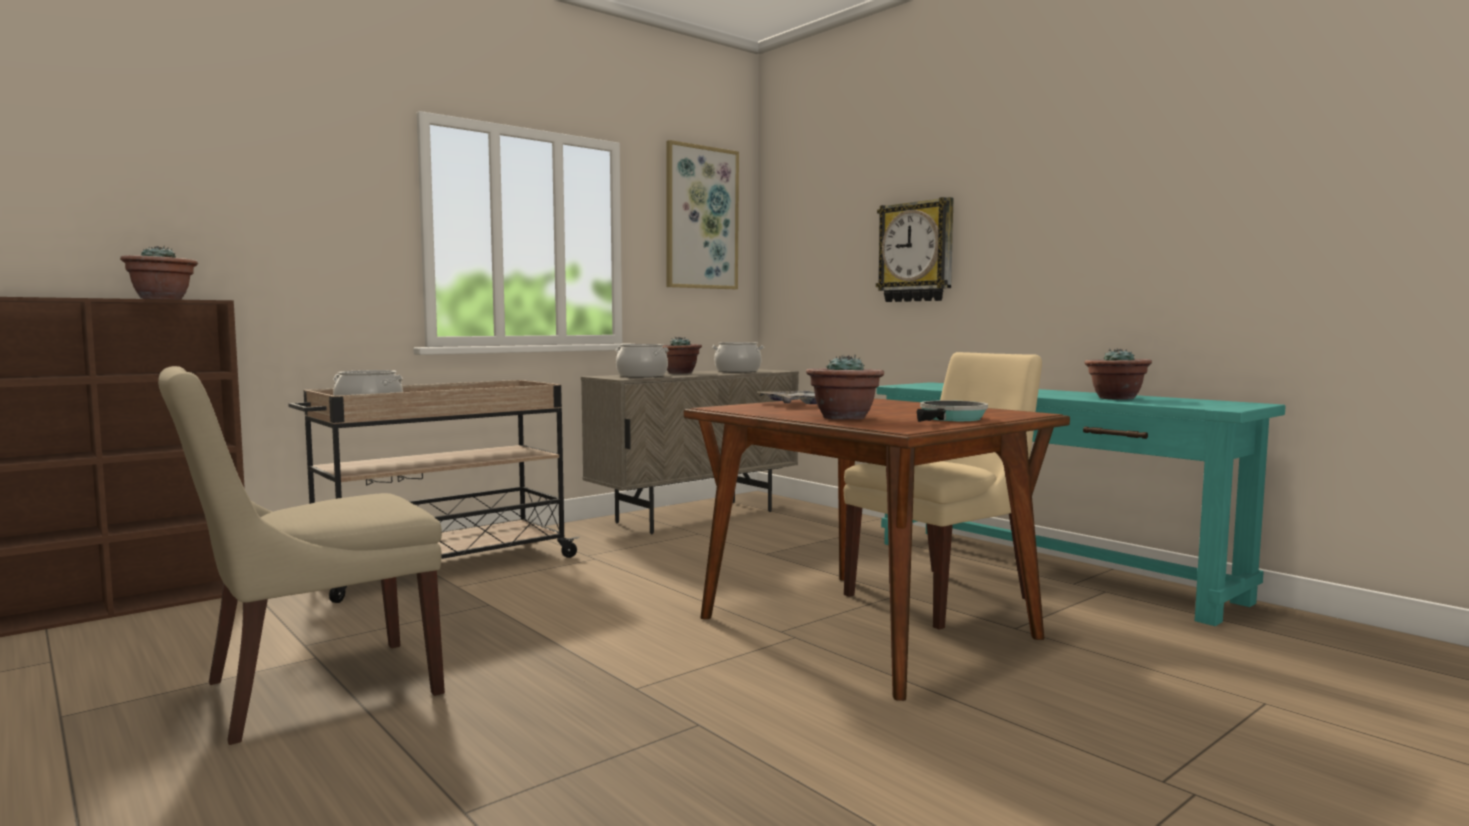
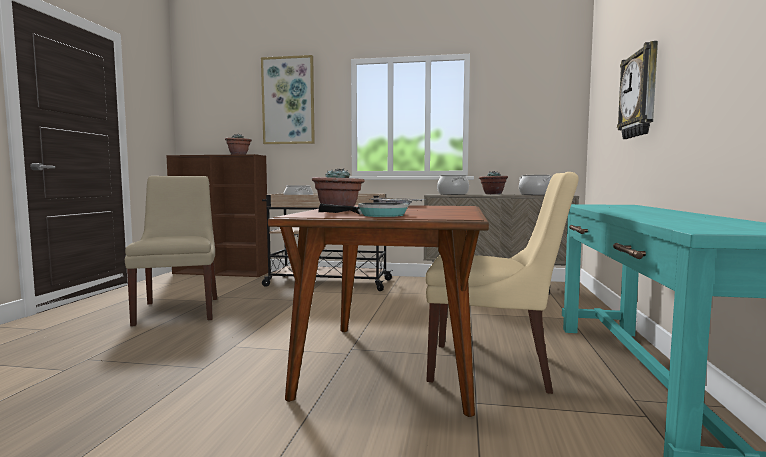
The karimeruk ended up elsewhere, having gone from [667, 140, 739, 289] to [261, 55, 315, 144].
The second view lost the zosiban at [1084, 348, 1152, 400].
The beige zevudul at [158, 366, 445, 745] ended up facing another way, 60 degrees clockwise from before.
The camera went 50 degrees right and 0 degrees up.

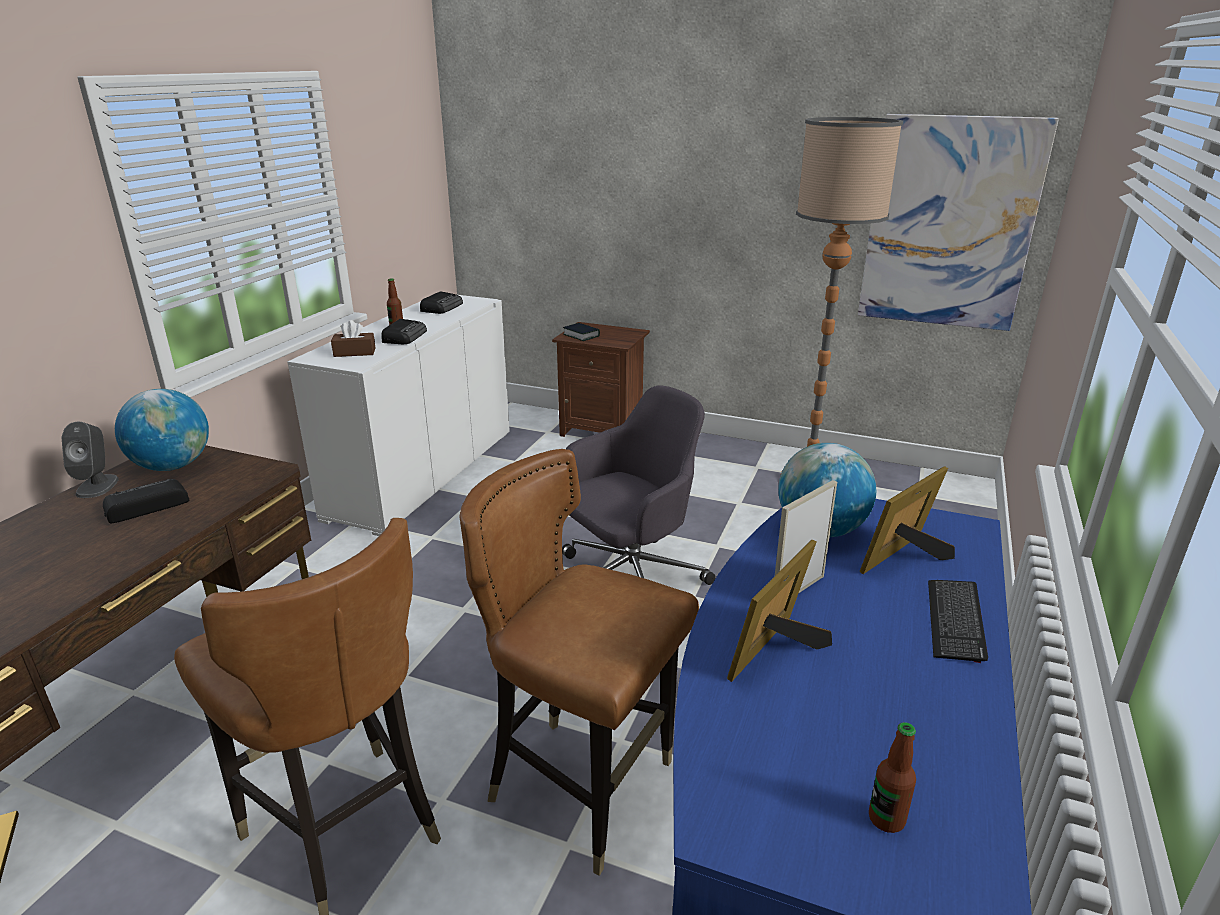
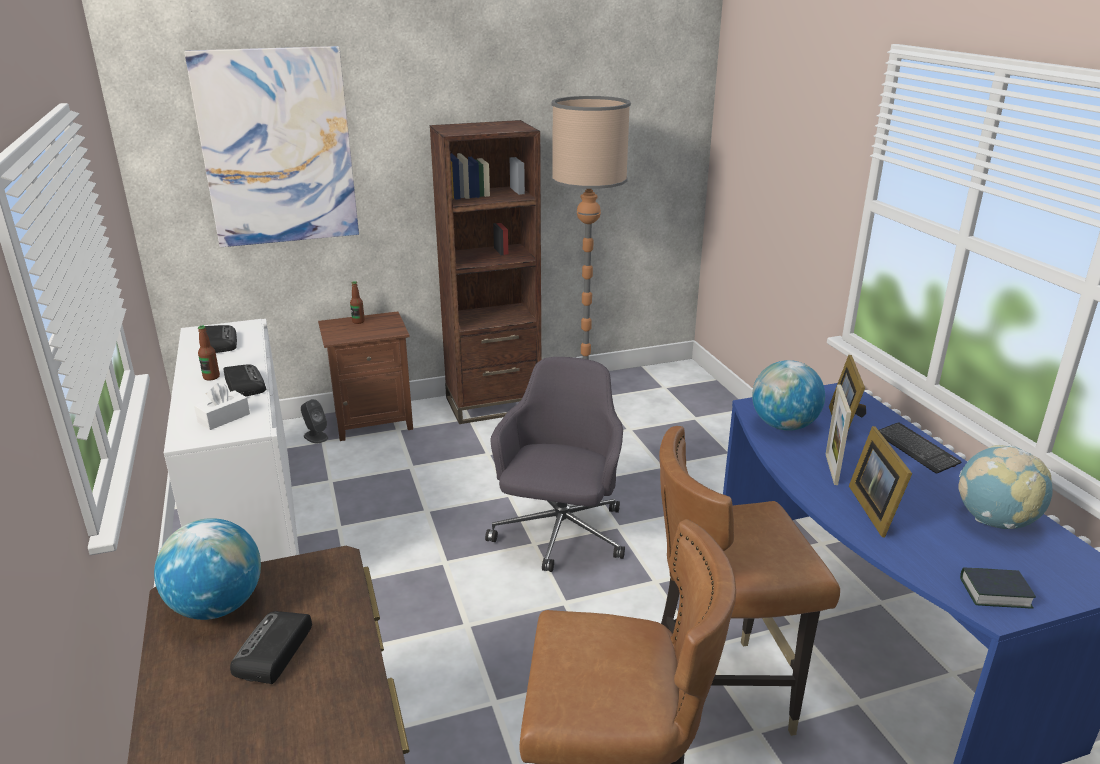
The karimeruk ended up elsewhere, having gone from [858, 114, 1059, 331] to [184, 46, 359, 247].
What was the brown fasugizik at [331, 320, 375, 357] turned into the white fasugizik at [194, 383, 250, 430].
The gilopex ended up elsewhere, having gone from [563, 323, 600, 341] to [960, 567, 1036, 609].
The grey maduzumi ended up elsewhere, having gone from [61, 422, 119, 498] to [301, 399, 328, 443].
The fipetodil ended up elsewhere, having gone from [869, 722, 916, 833] to [350, 281, 365, 324].
The second view gained the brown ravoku at [430, 120, 541, 424].
The second view gained the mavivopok at [958, 445, 1053, 529].
The camera went 40 degrees left and 0 degrees up.

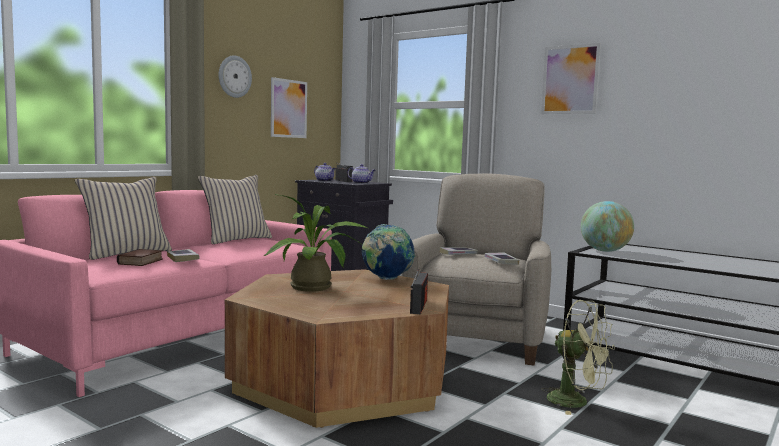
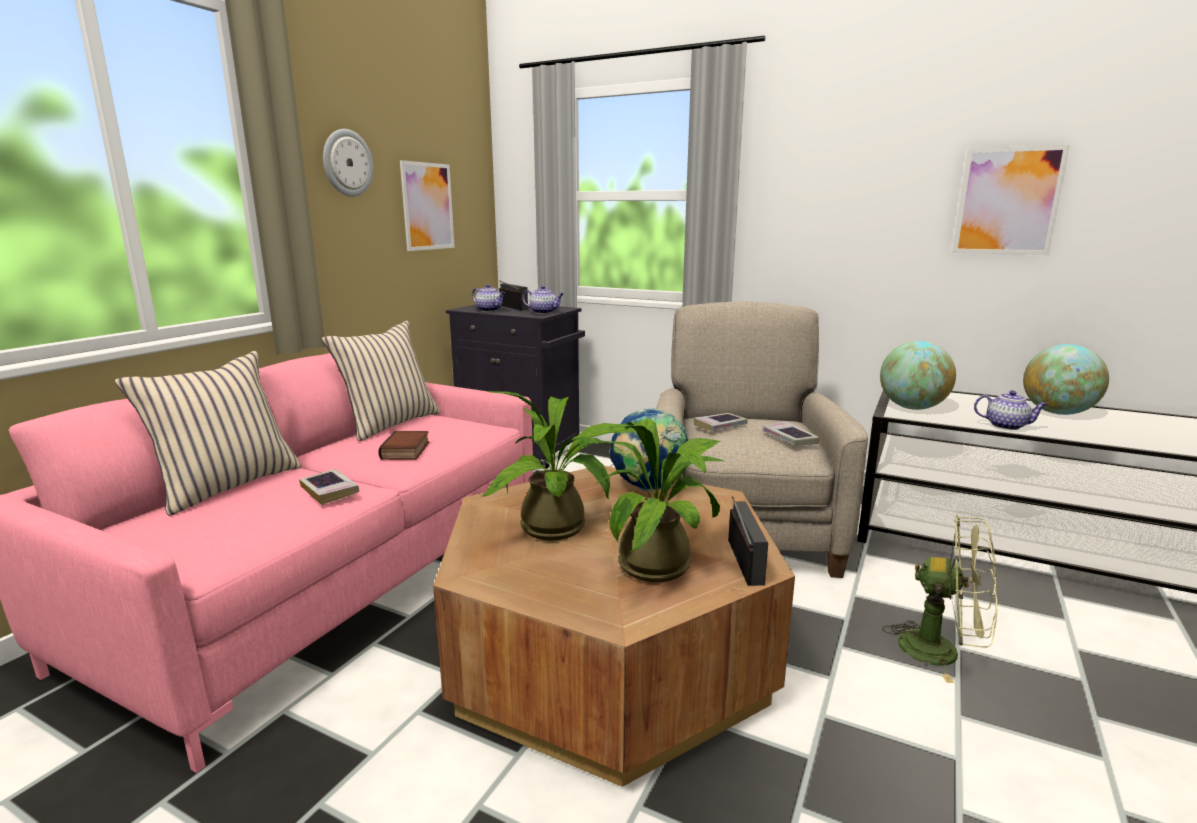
The karimeruk ended up elsewhere, having gone from [541, 43, 601, 114] to [952, 145, 1070, 255].
The gilopex ended up elsewhere, having gone from [117, 249, 163, 266] to [378, 431, 429, 460].
The second view gained the mavivopok at [1023, 344, 1109, 415].
The second view gained the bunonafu at [974, 390, 1048, 430].
The second view gained the zosiban at [595, 418, 726, 582].
The camera went 10 degrees left and 10 degrees up.

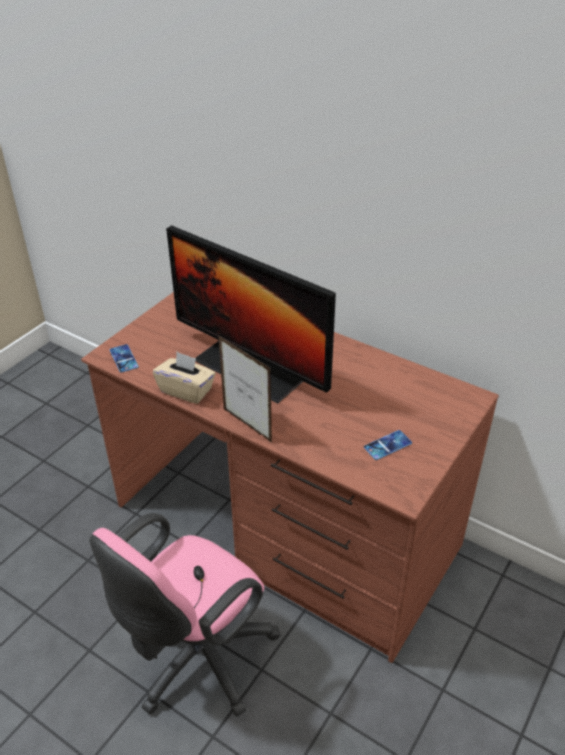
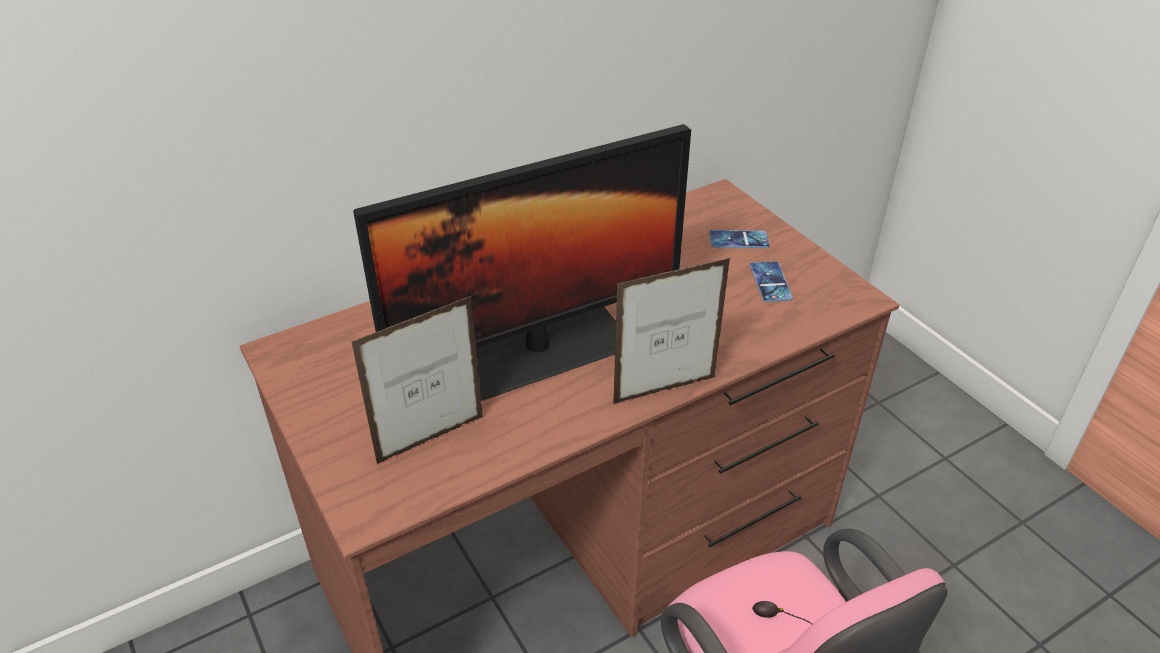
The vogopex ended up elsewhere, having gone from [109, 344, 139, 373] to [709, 230, 770, 248].
The second view lost the beige fasugizik at [153, 352, 216, 404].
The second view gained the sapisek at [352, 295, 483, 464].
The camera went 65 degrees left and 0 degrees up.

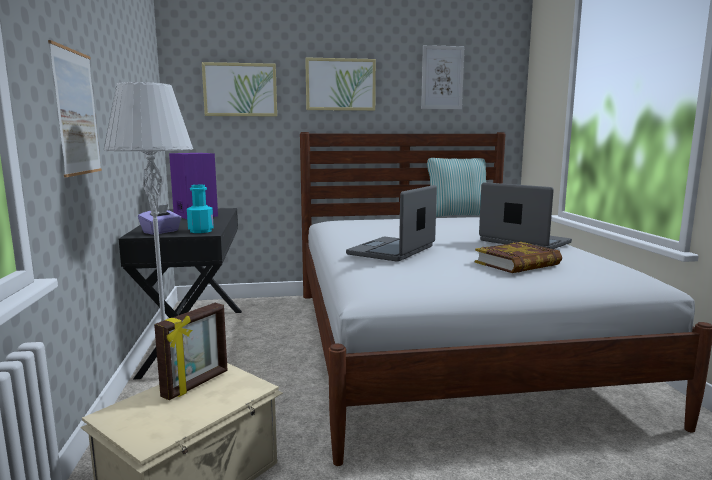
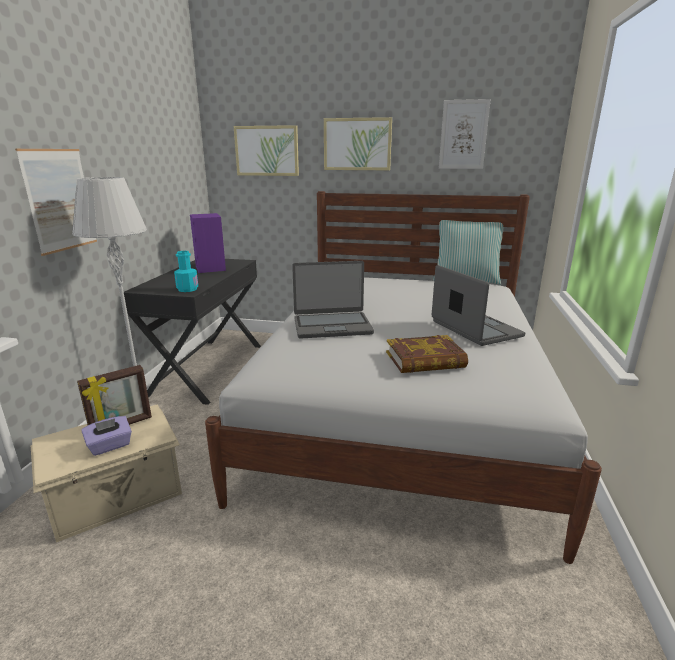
The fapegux at [346, 185, 437, 262] ended up facing another way, 150 degrees counterclockwise from before.
The purple fasugizik ended up elsewhere, having gone from [138, 204, 181, 235] to [81, 416, 132, 456].
The camera went 20 degrees right and 10 degrees up.

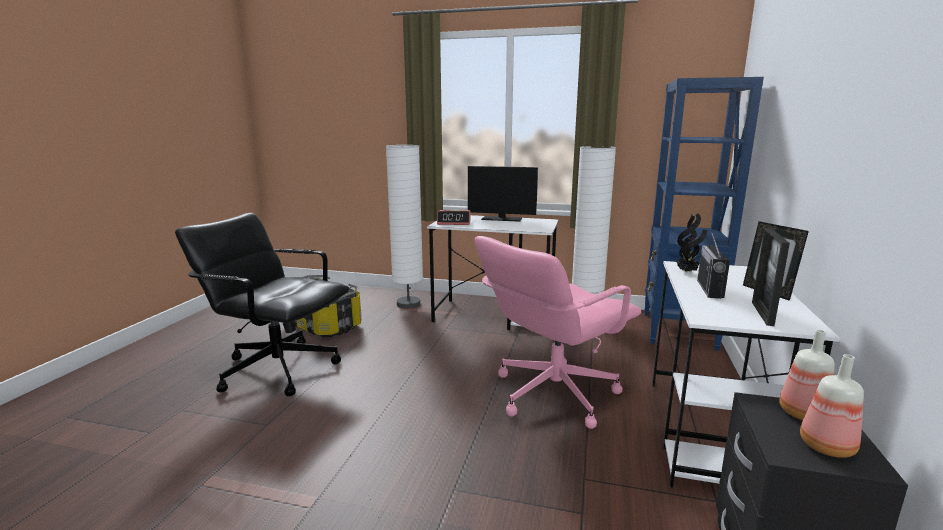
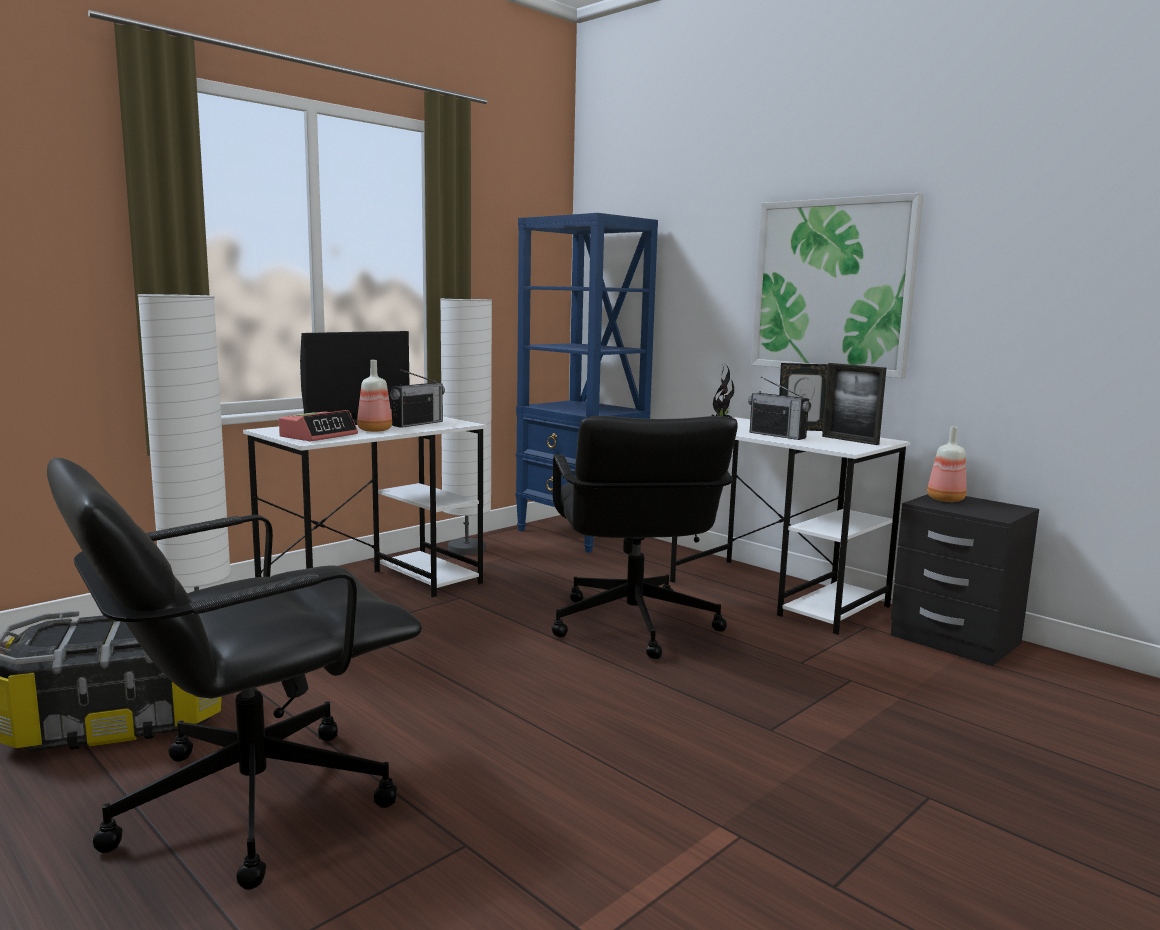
What was the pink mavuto at [475, 236, 641, 429] turned into the black mavuto at [552, 416, 738, 659].
The fipetodil ended up elsewhere, having gone from [800, 354, 864, 458] to [357, 360, 392, 432].
The second view gained the karimeruk at [751, 193, 924, 378].
The second view gained the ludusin at [390, 369, 445, 428].
The camera went 60 degrees left and 5 degrees down.

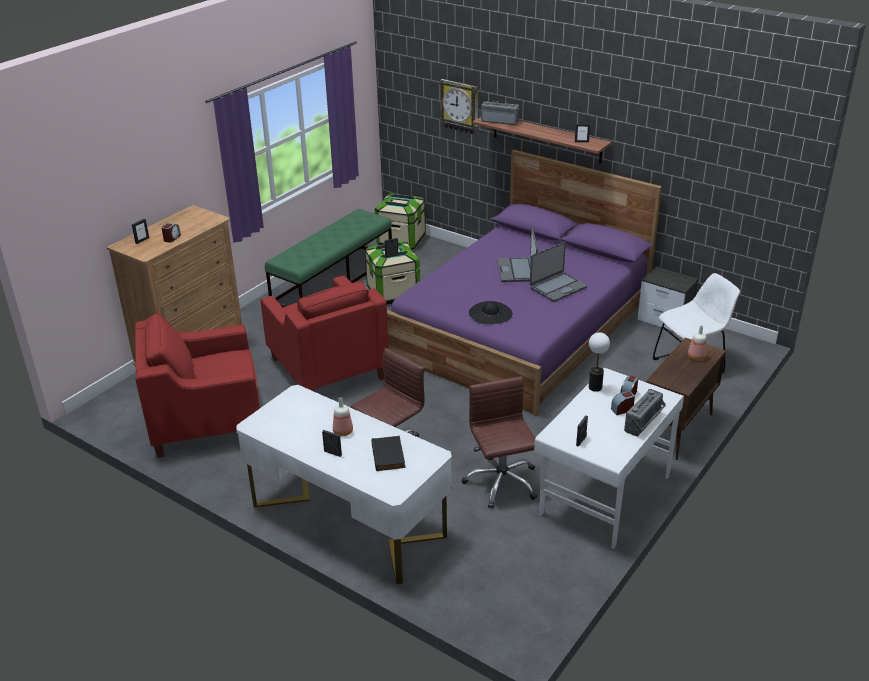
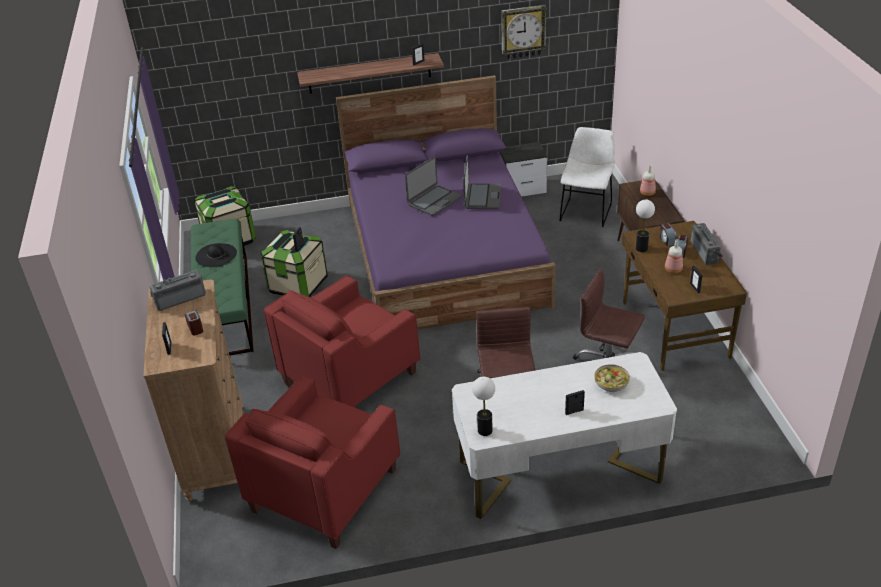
The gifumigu ended up elsewhere, having gone from [439, 79, 478, 134] to [501, 5, 547, 59].
The ludusin ended up elsewhere, having gone from [481, 101, 520, 125] to [150, 270, 206, 311].
The fapegux at [497, 228, 538, 282] ended up facing another way, 90 degrees counterclockwise from before.
The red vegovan at [260, 275, 389, 391] ended up facing another way, 120 degrees clockwise from before.
The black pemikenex ended up elsewhere, having gone from [469, 301, 512, 324] to [195, 243, 237, 267].
What was the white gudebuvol at [534, 368, 684, 549] turned into the brown gudebuvol at [622, 221, 747, 371].
The fipetodil ended up elsewhere, having gone from [333, 397, 353, 436] to [665, 240, 683, 274].
Where the black gilopex stood at [371, 436, 405, 471], the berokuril came to stand at [594, 364, 630, 392].
The second view gained the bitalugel at [472, 377, 495, 436].
The camera went 45 degrees left and 5 degrees up.

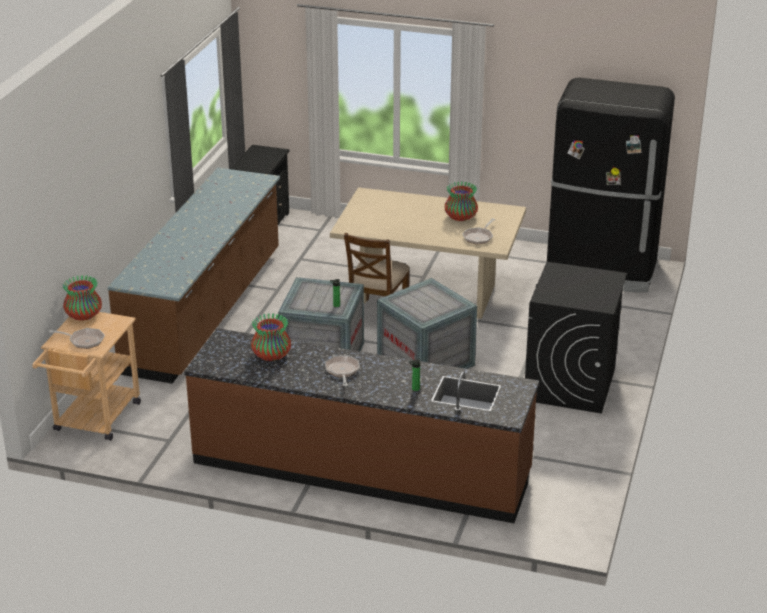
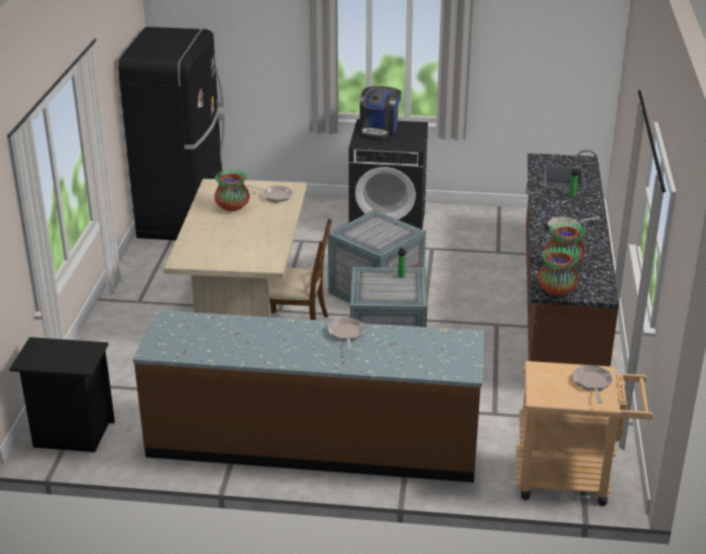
The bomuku ended up elsewhere, having gone from [63, 275, 102, 321] to [538, 247, 579, 296].
The second view gained the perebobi at [360, 86, 401, 138].
The second view gained the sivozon at [328, 318, 365, 351].
The camera went 100 degrees left and 0 degrees up.

